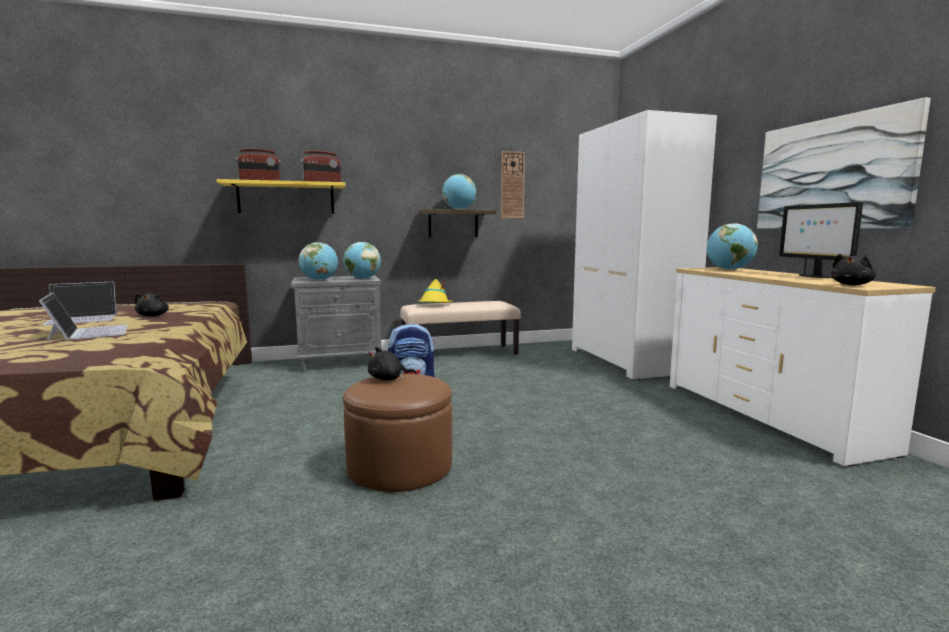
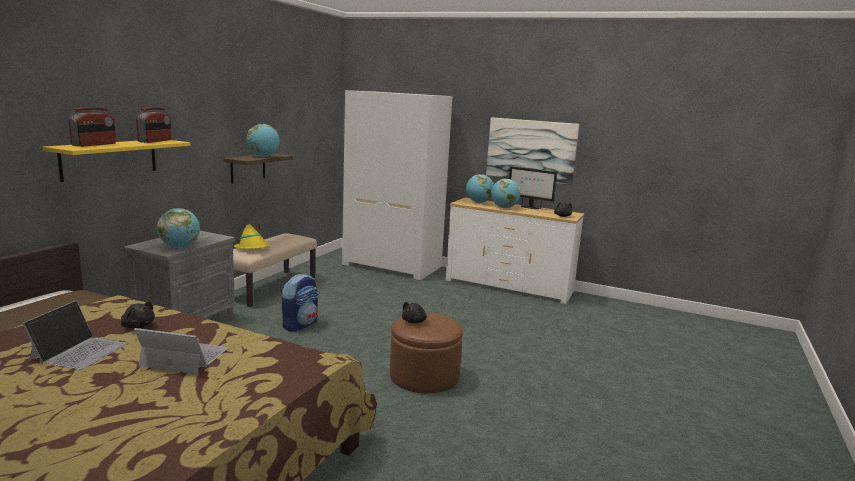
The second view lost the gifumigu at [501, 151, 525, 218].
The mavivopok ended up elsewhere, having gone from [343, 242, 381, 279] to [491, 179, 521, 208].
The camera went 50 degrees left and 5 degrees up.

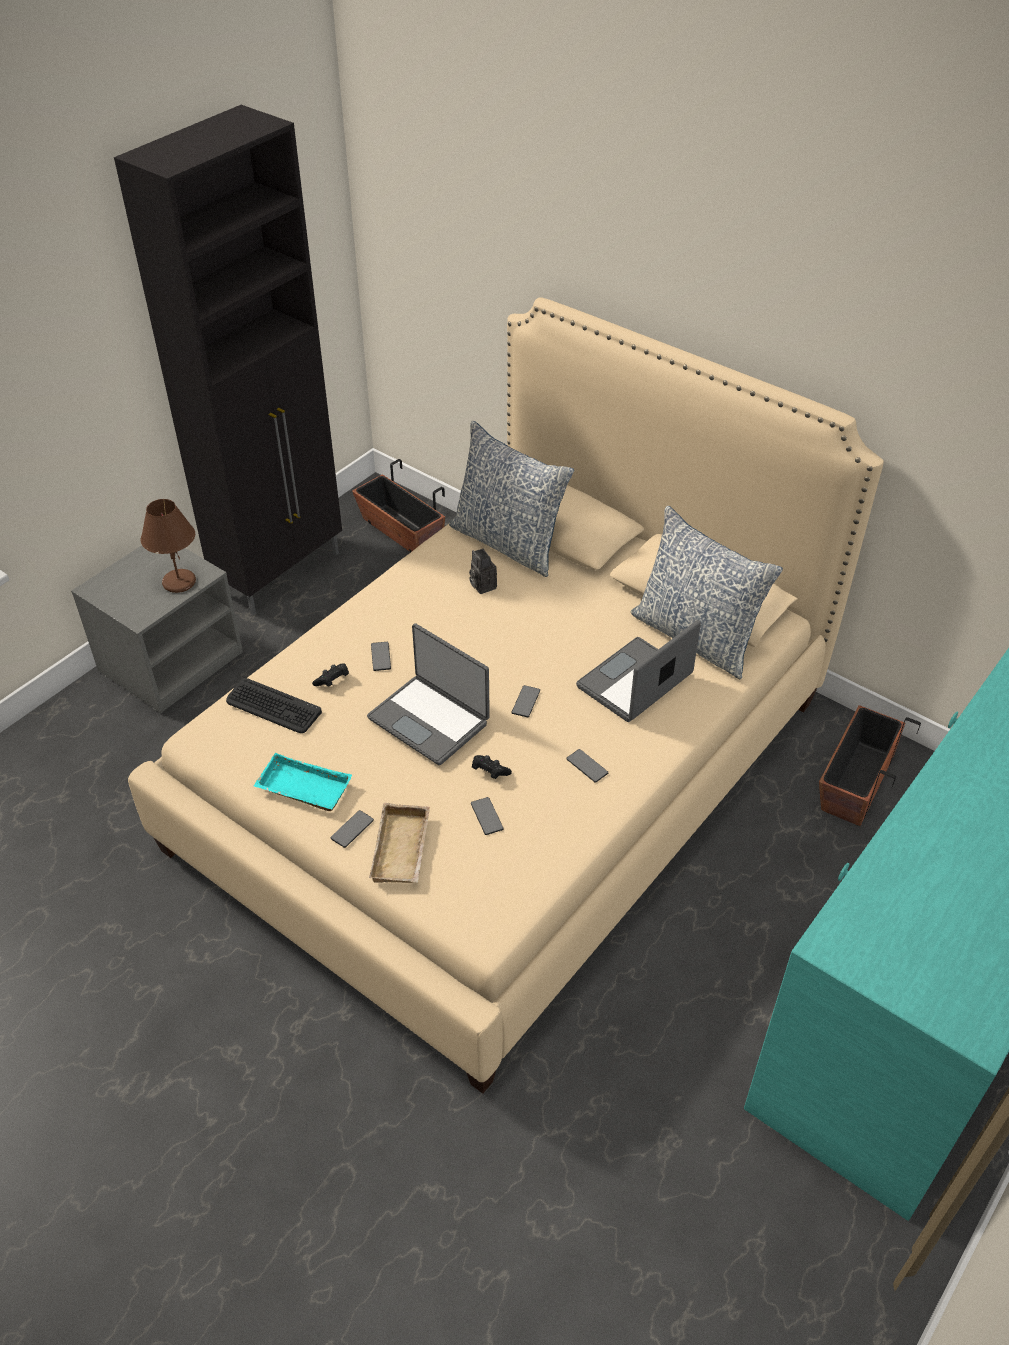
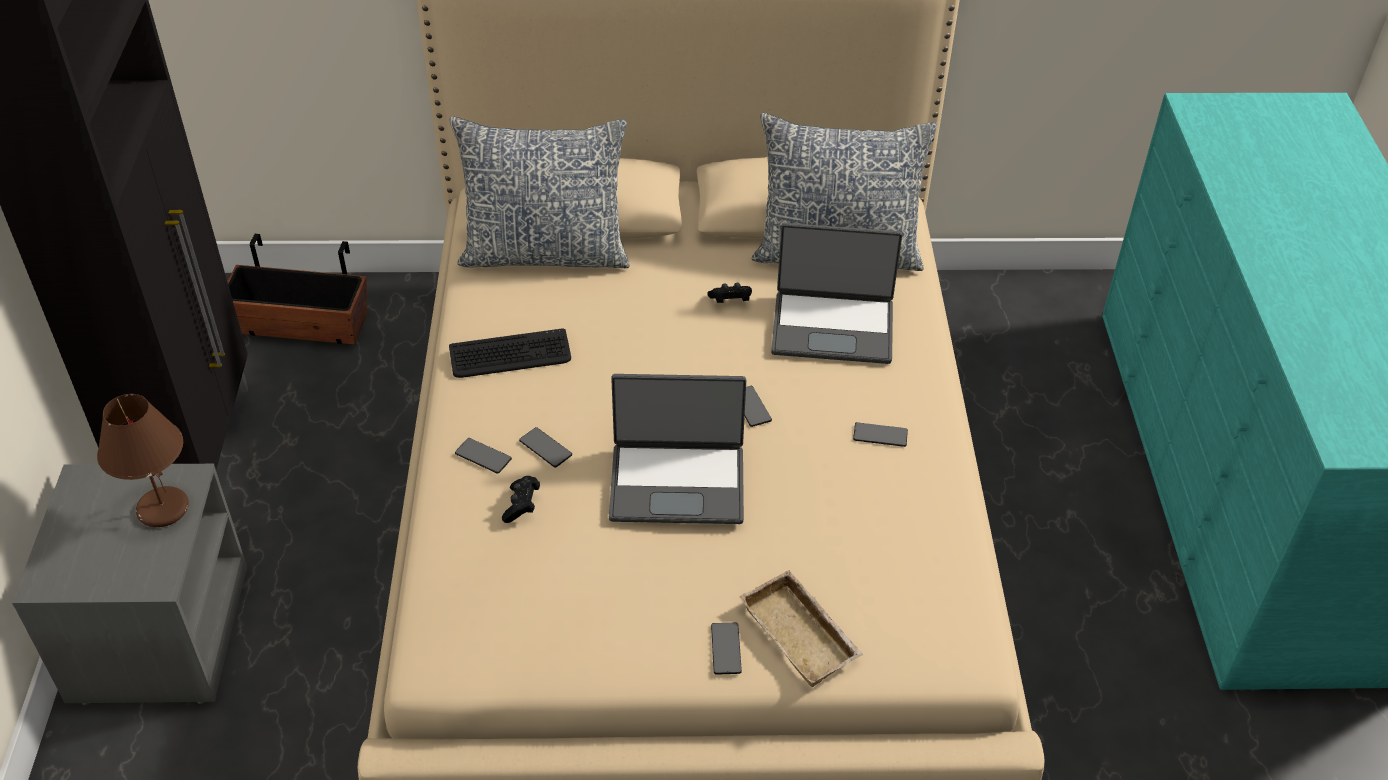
The second view lost the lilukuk at [469, 549, 497, 594].
The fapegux at [576, 620, 701, 722] ended up facing another way, 90 degrees counterclockwise from before.
The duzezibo ended up elsewhere, having gone from [226, 677, 322, 733] to [449, 329, 571, 378].
The second view lost the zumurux at [819, 705, 921, 826].
The second view lost the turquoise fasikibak at [253, 753, 352, 811].
The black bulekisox ended up elsewhere, having gone from [472, 755, 512, 779] to [707, 283, 752, 303].
The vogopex ended up elsewhere, having gone from [471, 797, 504, 835] to [455, 438, 512, 474].
The camera went 40 degrees left and 0 degrees up.

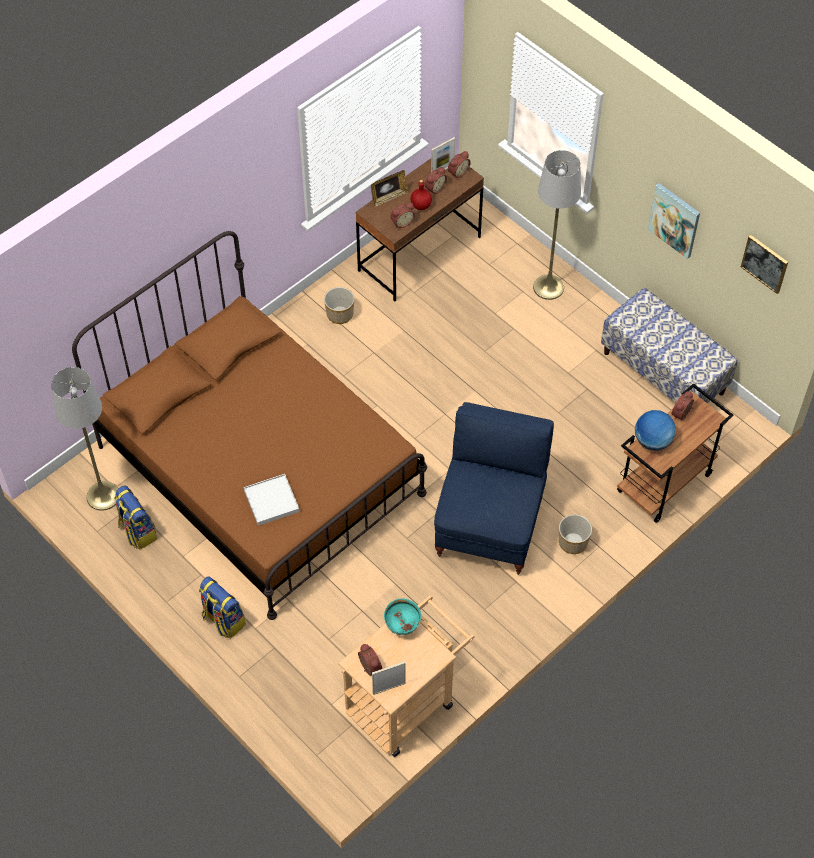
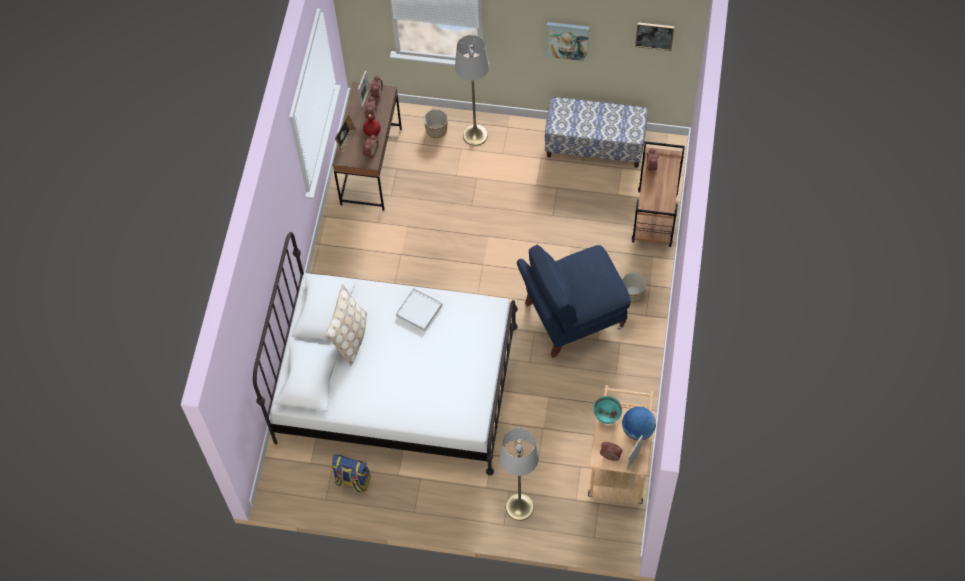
What was the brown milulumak at [72, 231, 427, 620] turned into the white milulumak at [253, 232, 518, 475].
The zumurux ended up elsewhere, having gone from [324, 287, 354, 324] to [424, 109, 448, 138].
The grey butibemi ended up elsewhere, having gone from [51, 367, 118, 511] to [500, 428, 539, 521].
The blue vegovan at [434, 402, 554, 575] ended up facing another way, 90 degrees counterclockwise from before.
The mavivopok ended up elsewhere, having gone from [635, 410, 676, 451] to [622, 406, 656, 440].
The white fasikibak ended up elsewhere, having gone from [244, 474, 300, 526] to [396, 288, 442, 331].
The second view lost the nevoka at [199, 576, 246, 638].
The second view gained the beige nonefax at [325, 284, 367, 366].
The camera went 35 degrees left and 5 degrees up.

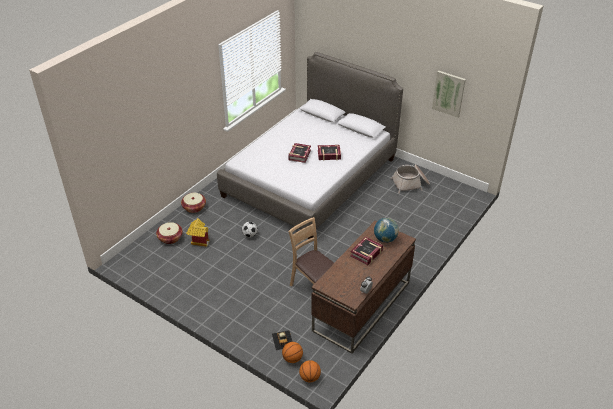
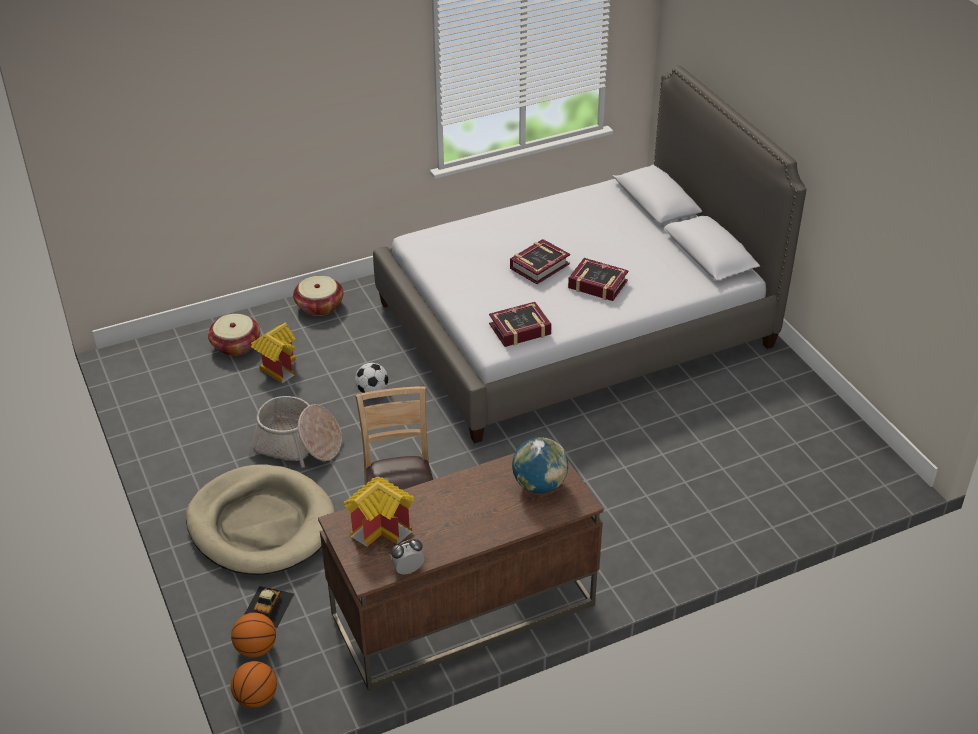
The second view lost the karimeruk at [432, 70, 466, 118].
The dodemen ended up elsewhere, having gone from [391, 164, 430, 194] to [248, 396, 342, 468].
The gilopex ended up elsewhere, having gone from [350, 236, 383, 265] to [489, 302, 552, 347].
The second view gained the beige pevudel at [186, 464, 335, 575].
The second view gained the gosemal at [343, 477, 414, 547].
The camera went 30 degrees right and 0 degrees up.

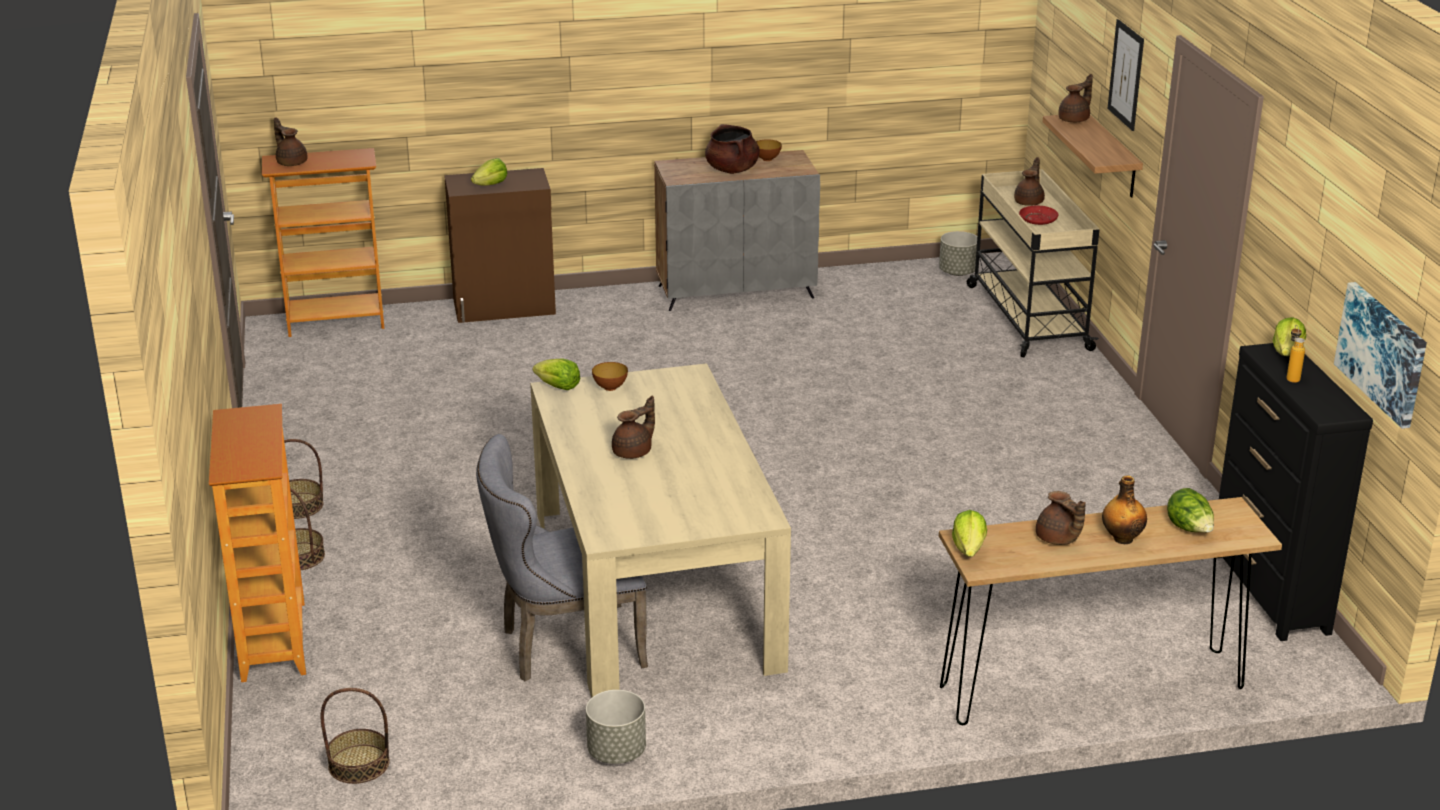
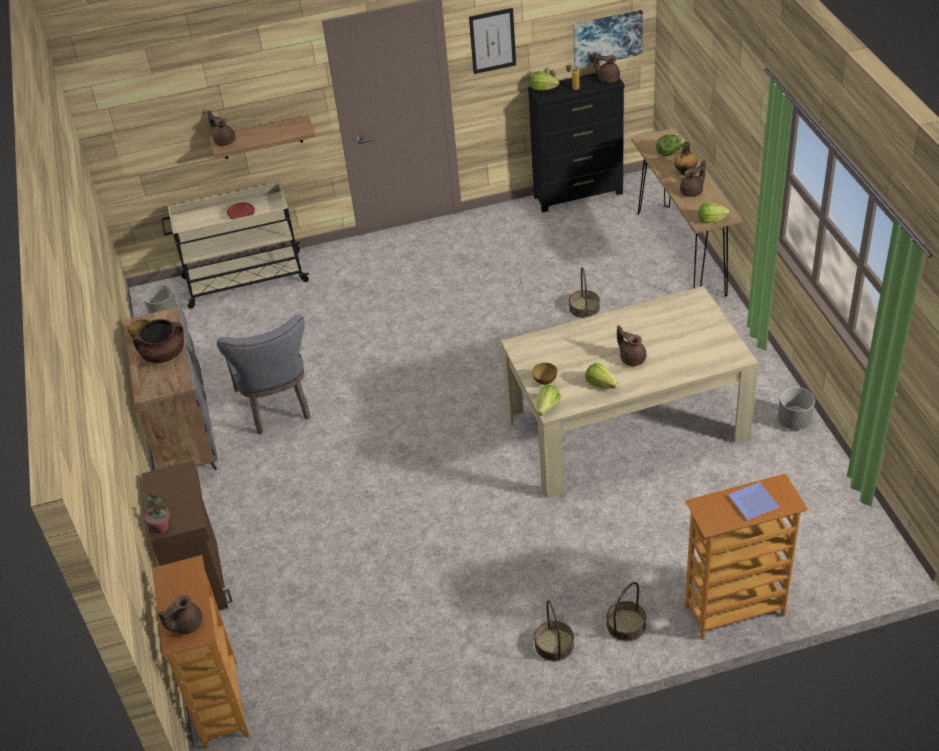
The karimeruk ended up elsewhere, having gone from [1107, 19, 1144, 131] to [469, 8, 516, 74].
The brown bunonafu ended up elsewhere, having gone from [1014, 157, 1045, 206] to [593, 52, 620, 83].
The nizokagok ended up elsewhere, having gone from [471, 158, 507, 186] to [585, 363, 619, 389].
The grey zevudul ended up elsewhere, having gone from [476, 434, 648, 681] to [217, 315, 310, 434].
The dodemen ended up elsewhere, having gone from [321, 688, 389, 784] to [569, 267, 600, 318].
The second view gained the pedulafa at [728, 482, 779, 520].
The second view gained the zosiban at [143, 494, 170, 533].
The camera went 90 degrees left and 15 degrees up.

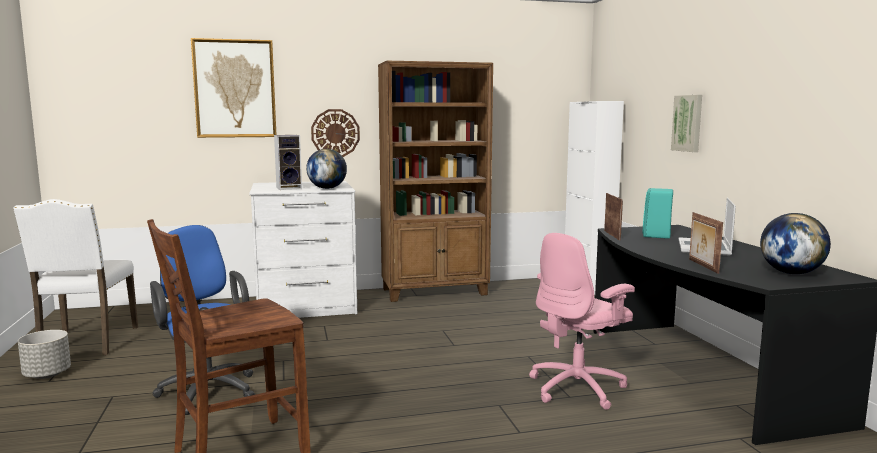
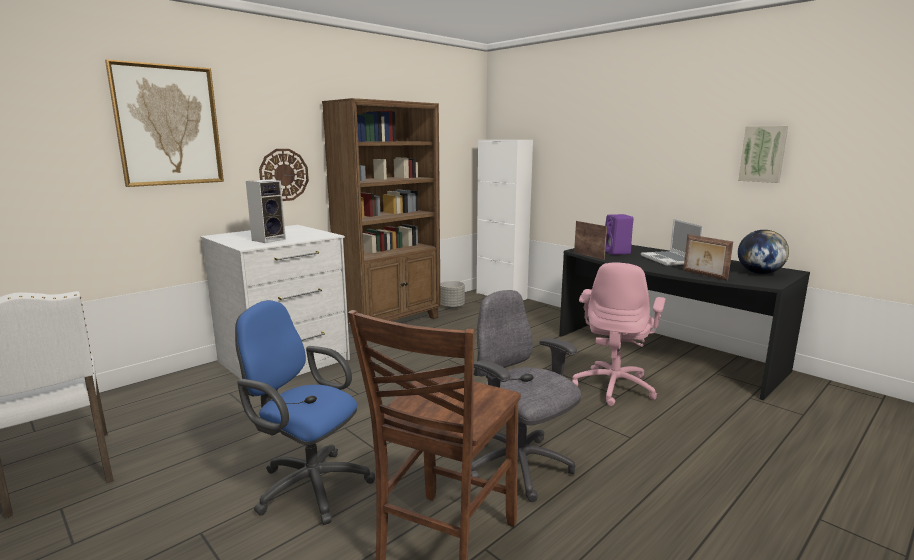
The karimeruk ended up elsewhere, having gone from [671, 95, 702, 152] to [738, 126, 788, 183].
The second view lost the mavivopok at [306, 149, 347, 189].
What was the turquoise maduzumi at [643, 188, 673, 239] turned into the purple maduzumi at [605, 214, 633, 255].
The grey zumurux ended up elsewhere, having gone from [18, 330, 71, 379] to [440, 281, 465, 308].
The second view gained the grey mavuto at [471, 290, 581, 502].
The camera went 30 degrees left and 5 degrees up.

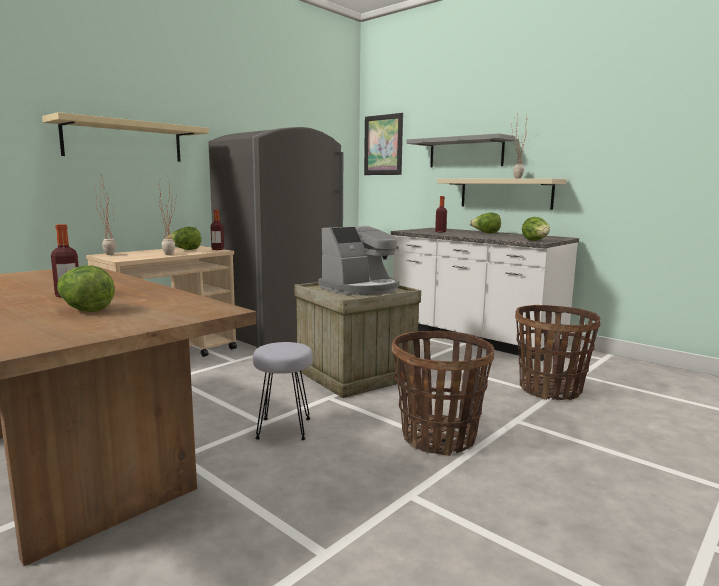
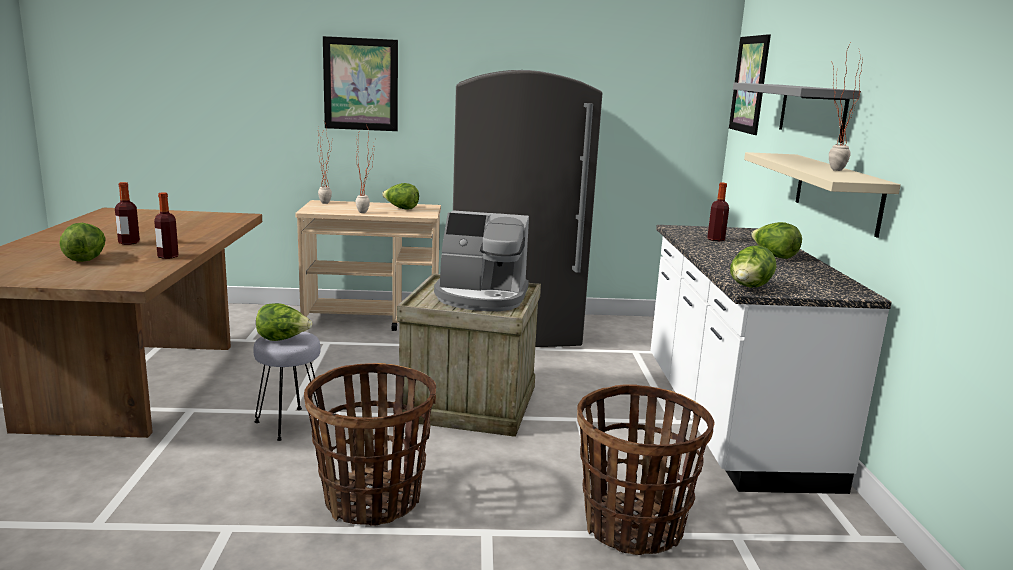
Where the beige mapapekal hung at [42, 112, 209, 162], the karimeruk came to hang at [323, 36, 398, 131].
The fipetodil ended up elsewhere, having gone from [211, 209, 224, 250] to [154, 192, 179, 259].
The second view gained the nizokagok at [256, 303, 312, 341].
The camera went 45 degrees right and 5 degrees up.

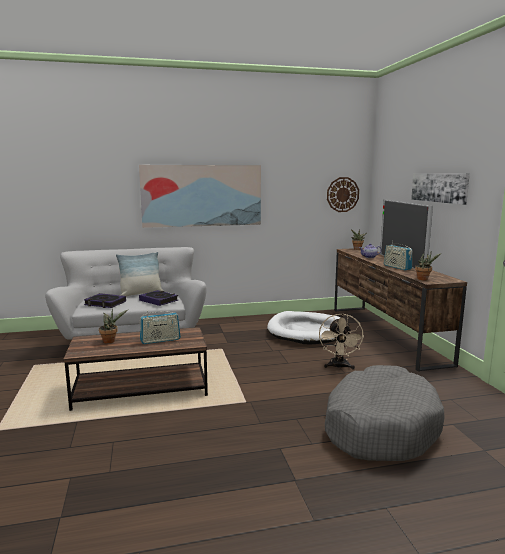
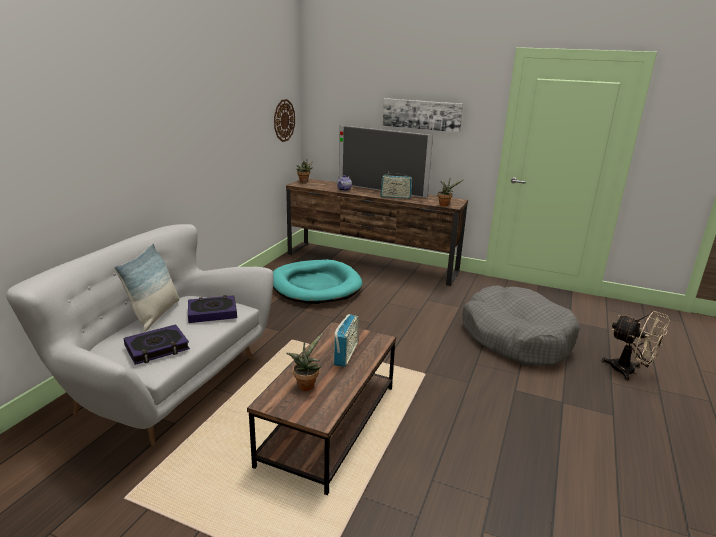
The second view lost the karimeruk at [139, 165, 261, 228].
What was the white pevudel at [267, 311, 341, 344] turned into the turquoise pevudel at [273, 259, 362, 304].
The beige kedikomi ended up elsewhere, having gone from [319, 313, 364, 370] to [601, 311, 670, 381].
The camera went 55 degrees left and 10 degrees up.

